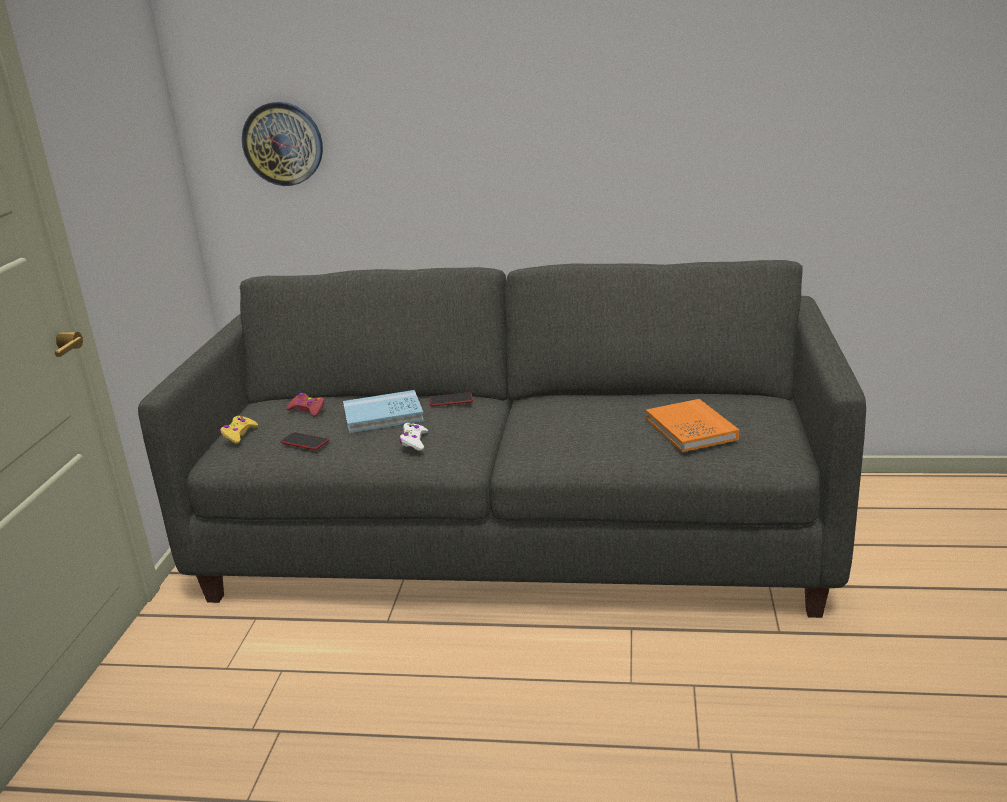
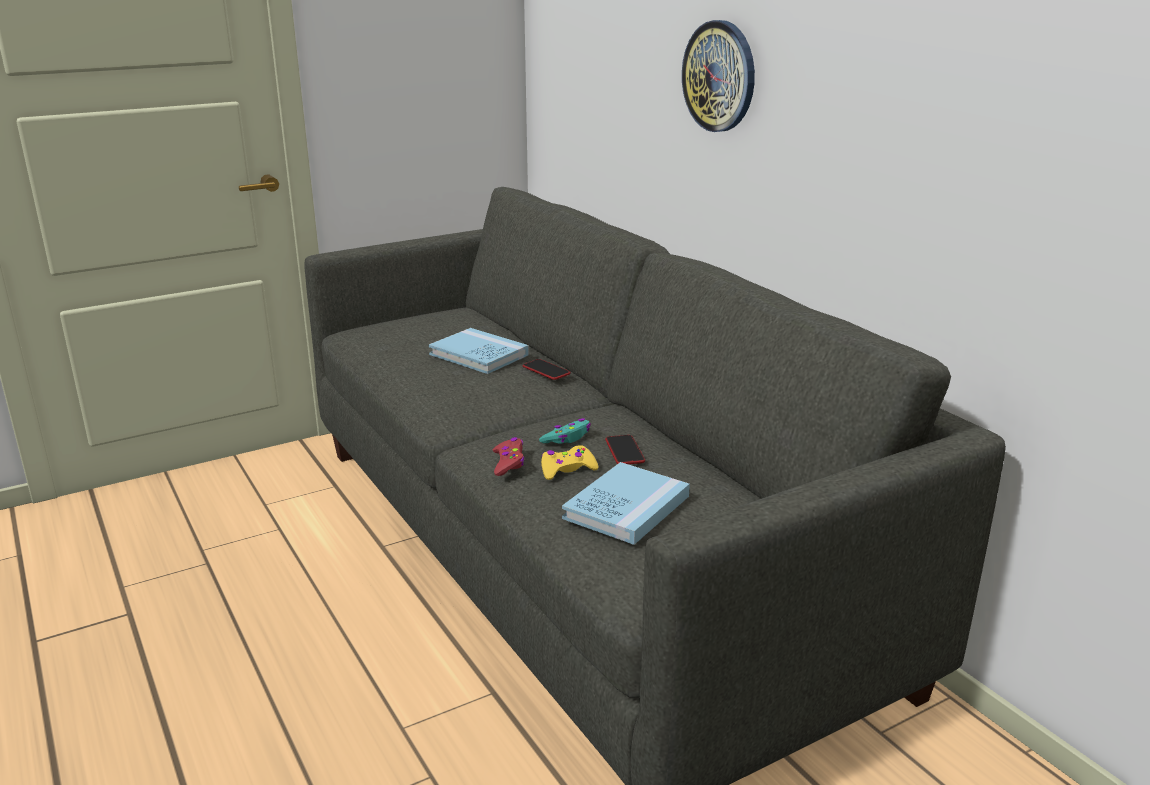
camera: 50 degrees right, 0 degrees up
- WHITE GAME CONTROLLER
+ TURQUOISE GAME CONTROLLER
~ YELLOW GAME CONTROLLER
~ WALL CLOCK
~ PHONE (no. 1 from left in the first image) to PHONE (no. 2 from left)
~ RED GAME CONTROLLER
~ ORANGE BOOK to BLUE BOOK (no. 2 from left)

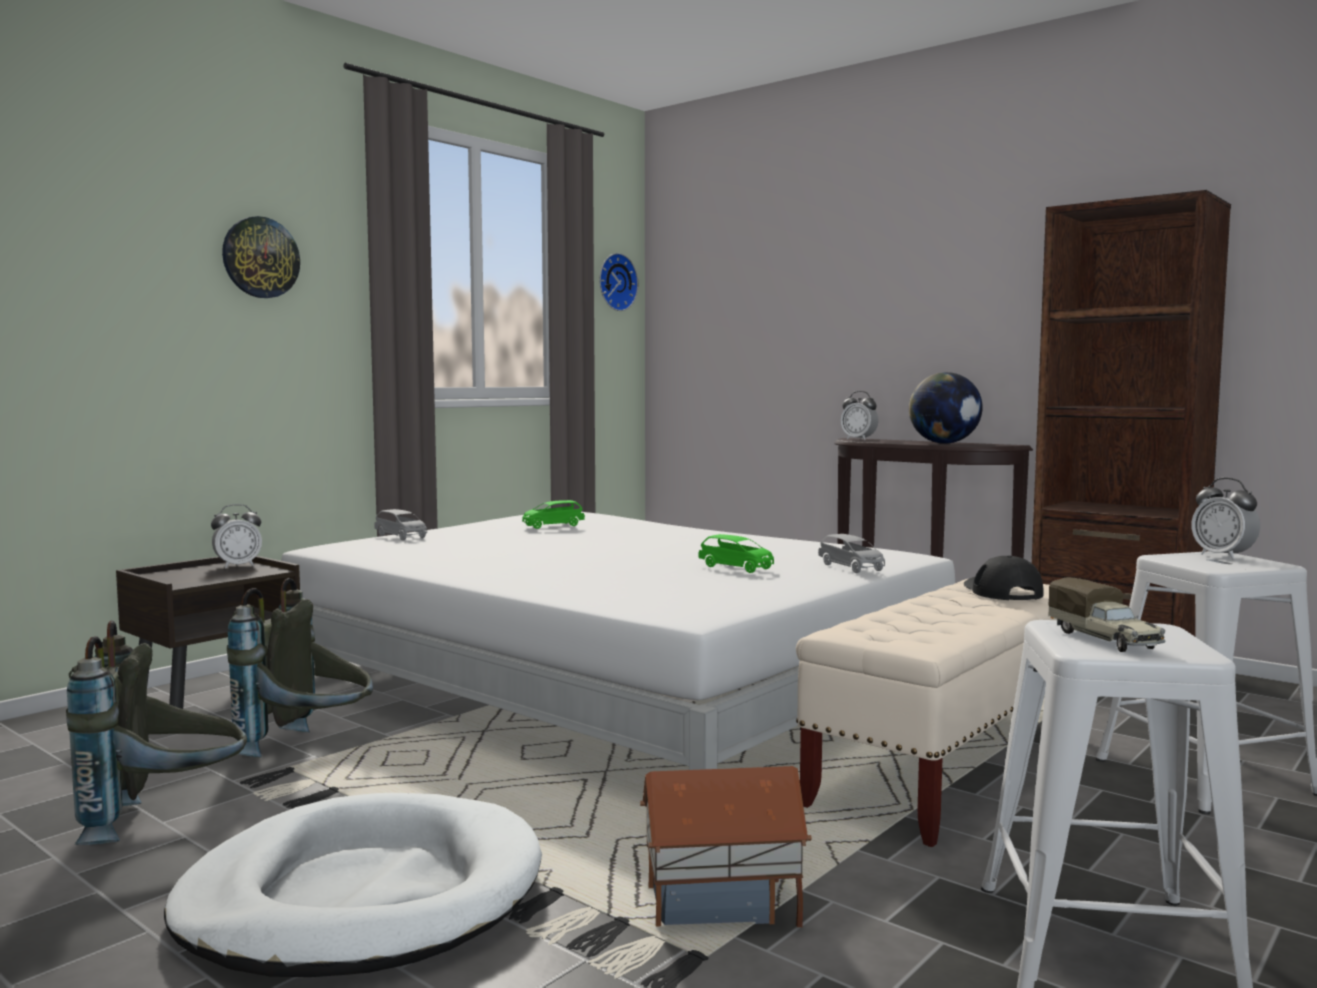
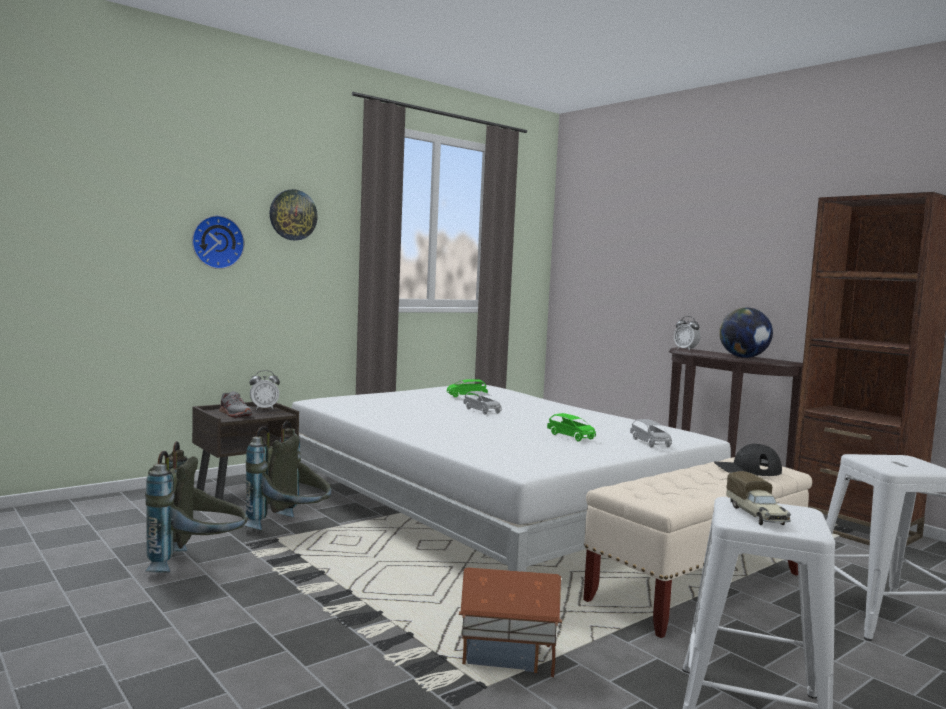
camera: 10 degrees right, 0 degrees up
- WHITE DOG BED
- ALARM CLOCK (no. 3 from left)
+ GREY SHOE
~ GREY TOY CAR (no. 1 from left)
~ WALL CLOCK (no. 2 from left in the first image) to WALL CLOCK (no. 1 from left)
~ BLACK CAP 90 degrees counterclockwise

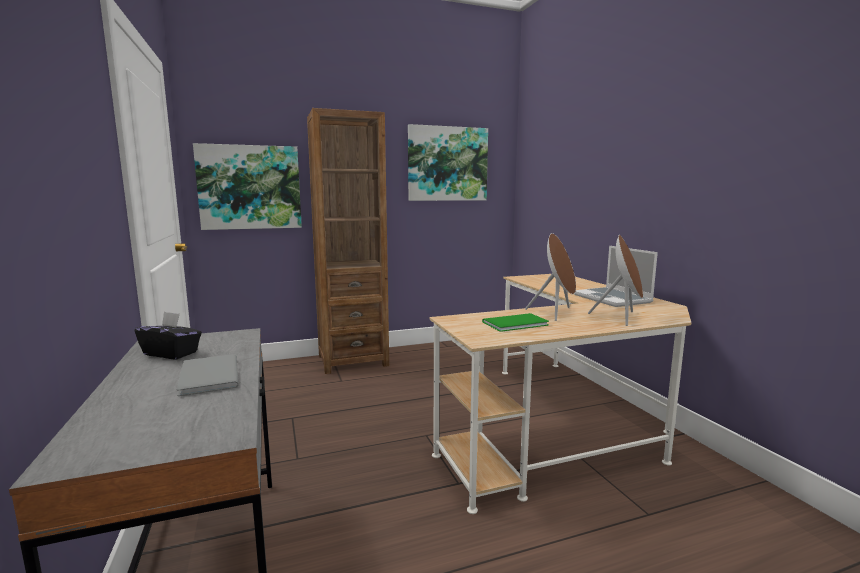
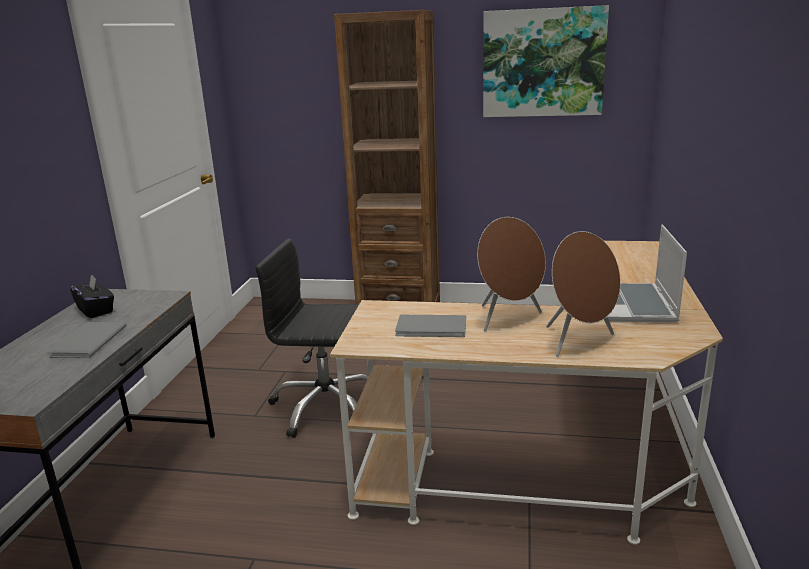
camera: 30 degrees right, 10 degrees up
- PICTURE (no. 1 from left)
+ BLACK OFFICE CHAIR
~ GREEN BOOK to GREY BOOK (no. 2 from left)

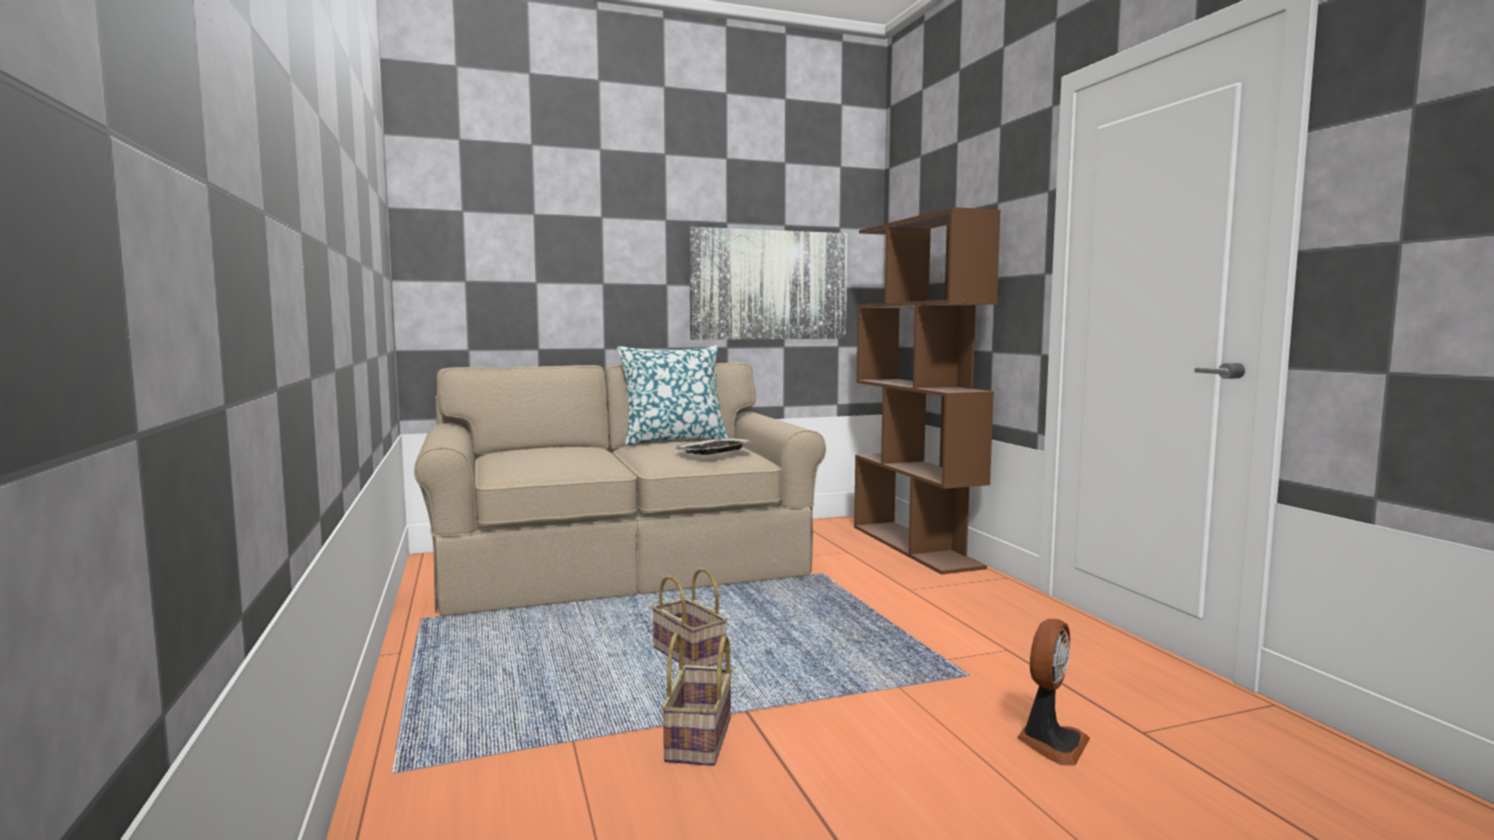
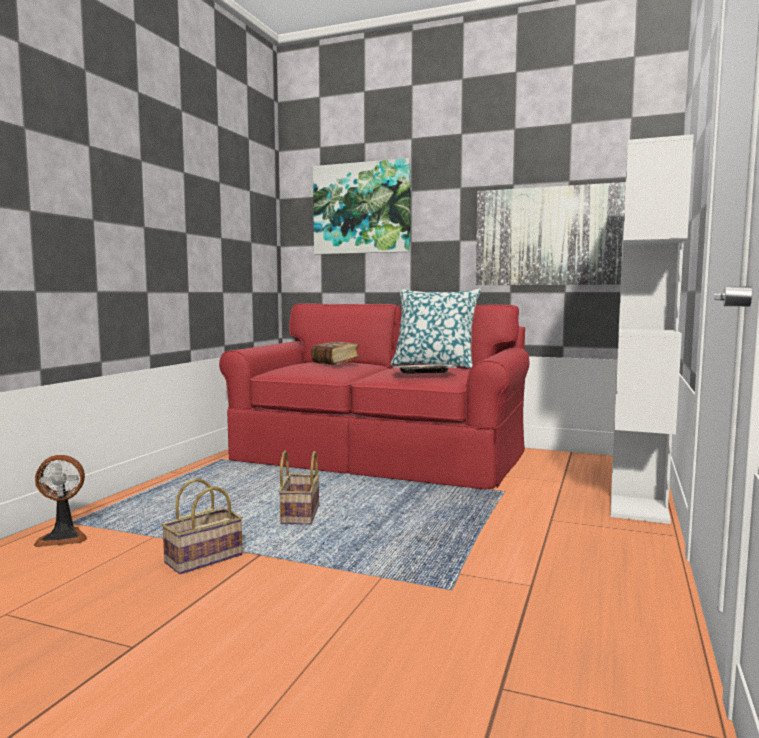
camera: 40 degrees right, 0 degrees up
+ BOOK
+ PICTURE (no. 1 from left)
~ FAN
~ BEIGE SOFA to RED SOFA
~ BROWN BOOKCASE to WHITE BOOKCASE

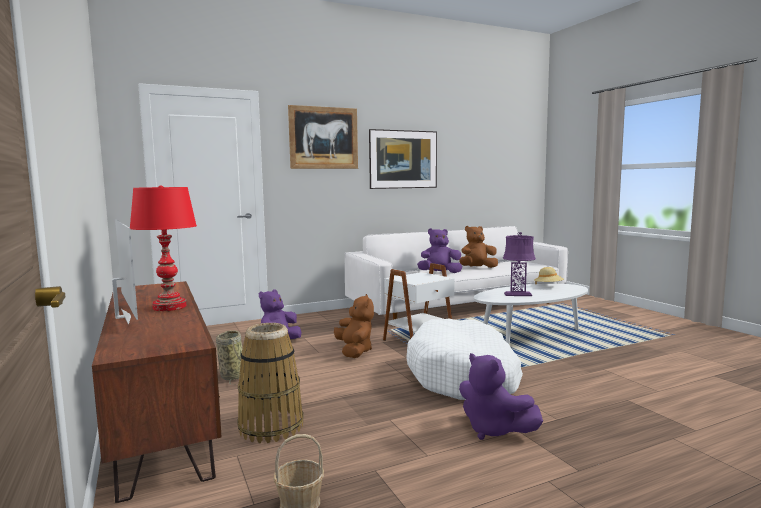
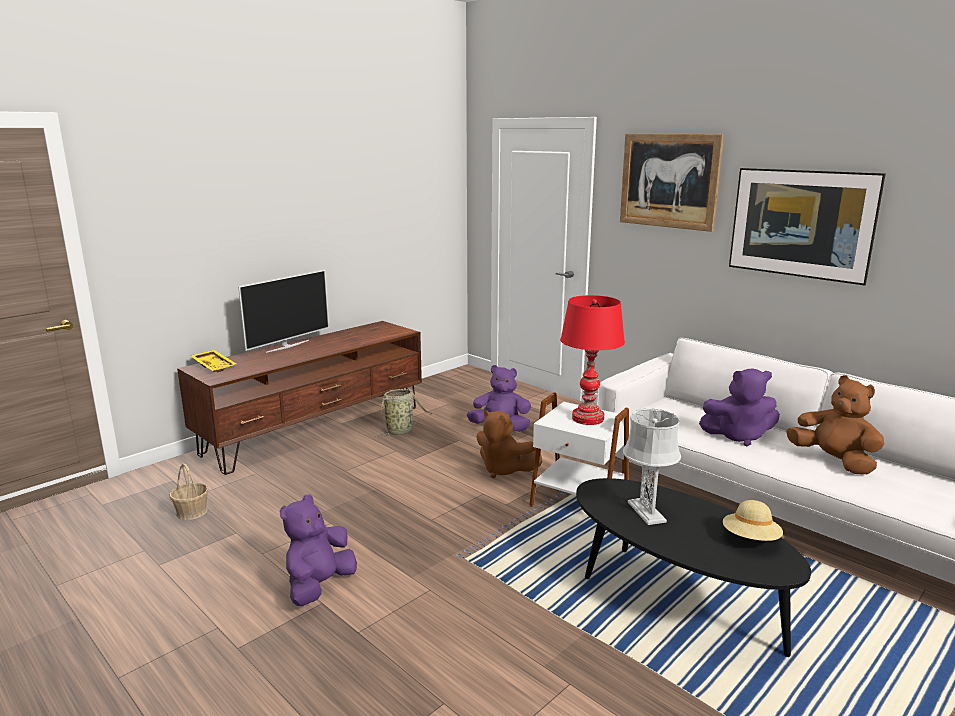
camera: 70 degrees right, 10 degrees up
- BASKET (no. 2 from left)
- WHITE DOG BED
+ YELLOW TRAY
~ RED TABLE LAMP
~ WHITE COFFEE TABLE to BLACK COFFEE TABLE
~ PURPLE TABLE LAMP to GREY TABLE LAMP
~ BROWN PLUSH TOY (no. 1 from left) 75 degrees clockwise
~ PURPLE PLUSH TOY (no. 2 from left in the first image) 120 degrees clockwise

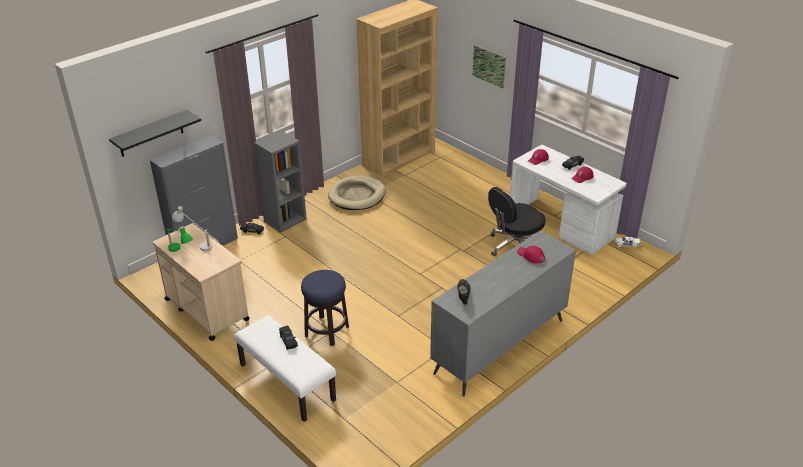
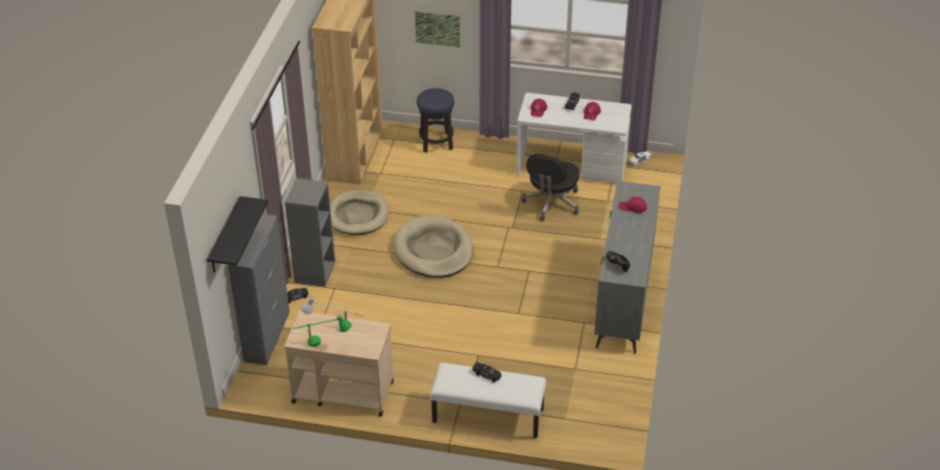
camera: 35 degrees left, 5 degrees up
+ BEIGE DOG BED (no. 2 from left)
~ STOOL

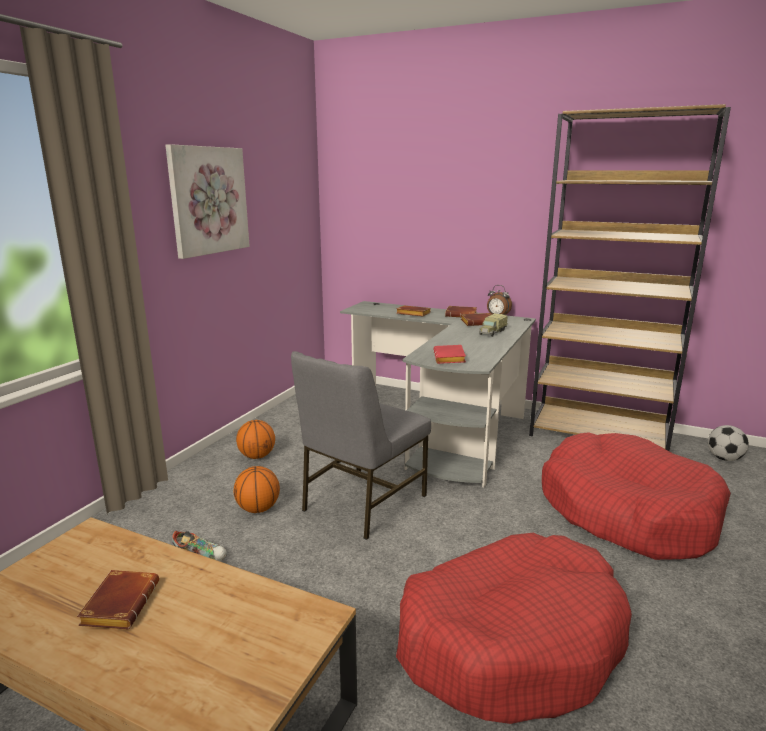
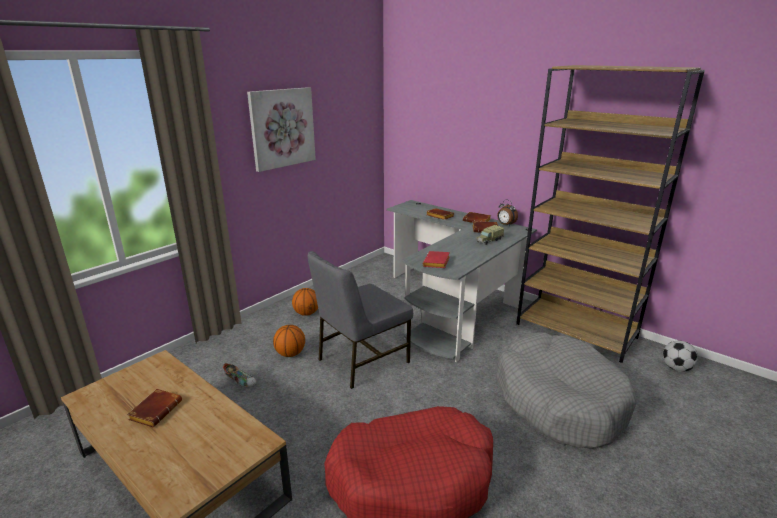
camera: 15 degrees right, 5 degrees up
~ RED DOG BED (no. 2 from left) to GREY DOG BED

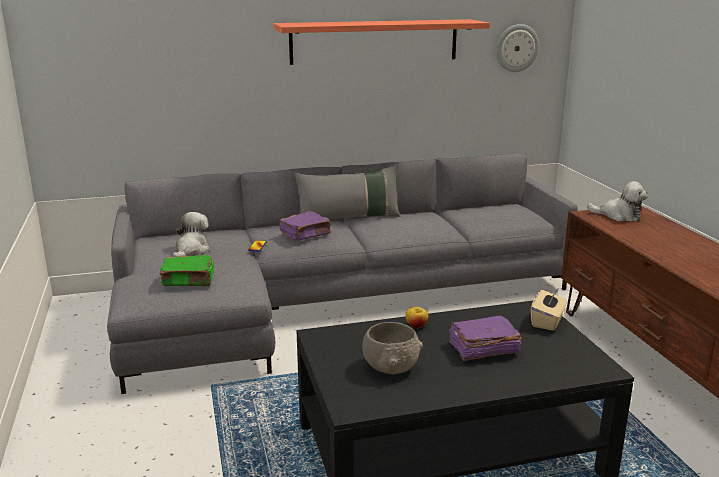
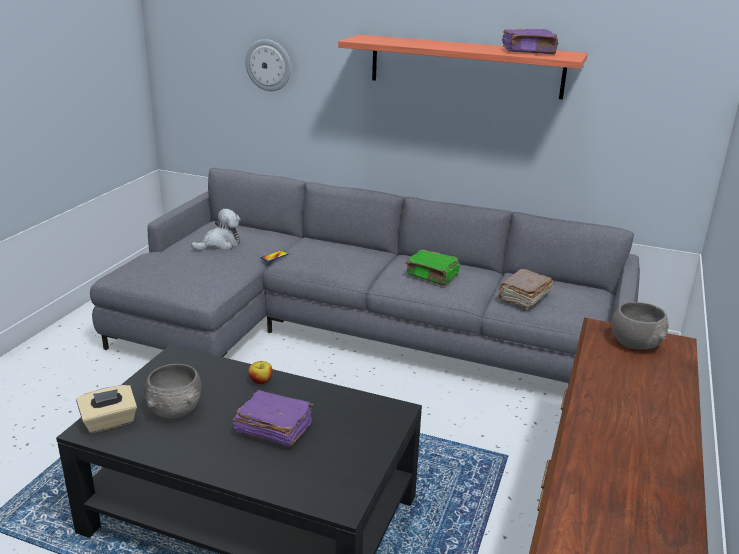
camera: 35 degrees right, 5 degrees up
- GREY PILLOW
+ BROWN BOOK
~ GREEN BOOK
~ PURPLE BOOK (no. 1 from left in the first image) to PURPLE BOOK (no. 2 from left)
~ WALL CLOCK
~ BEIGE TISSUE BOX
~ PLUSH TOY (no. 2 from left) to GREY BOWL (no. 2 from left)

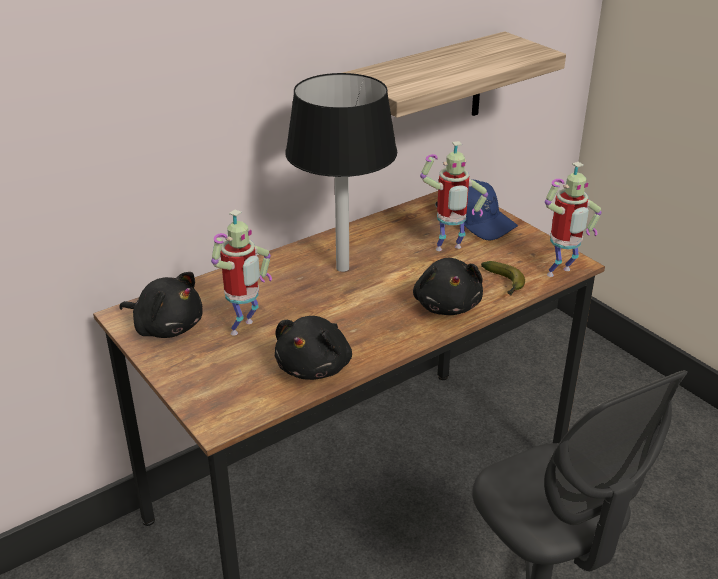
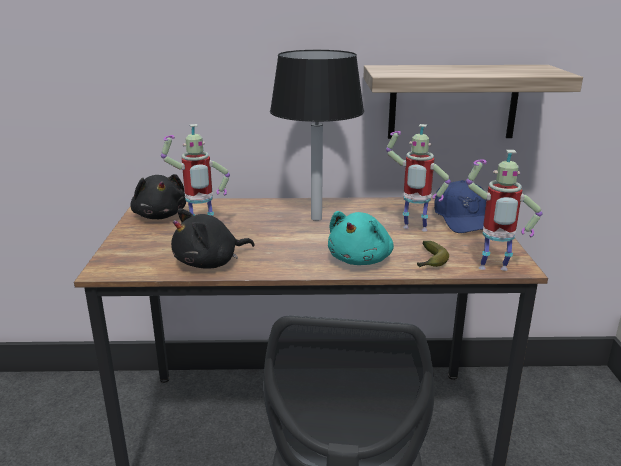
camera: 35 degrees right, 10 degrees down
~ BLACK PLUSH TOY (no. 3 from left) to TURQUOISE PLUSH TOY

